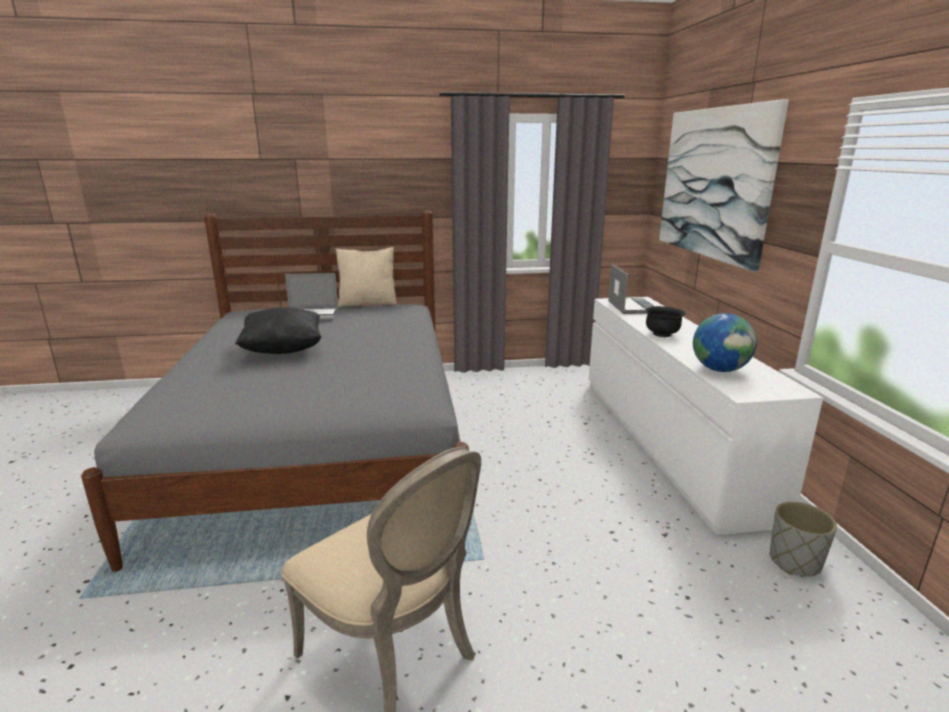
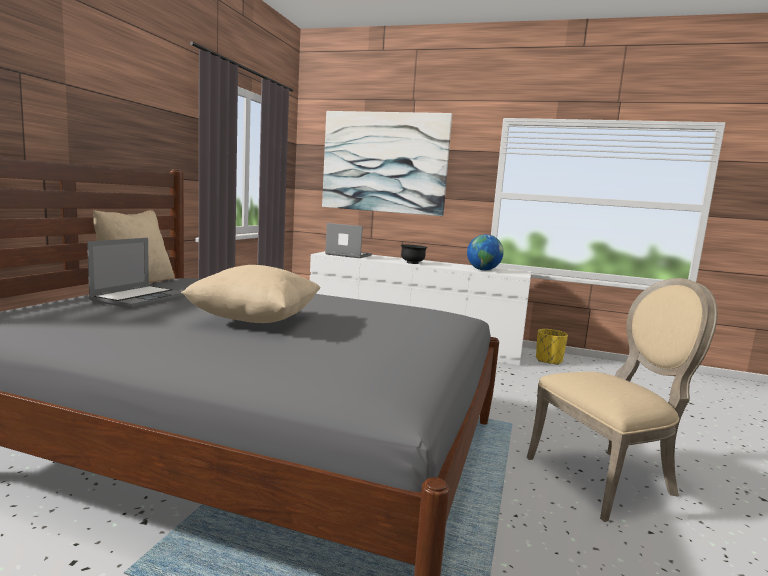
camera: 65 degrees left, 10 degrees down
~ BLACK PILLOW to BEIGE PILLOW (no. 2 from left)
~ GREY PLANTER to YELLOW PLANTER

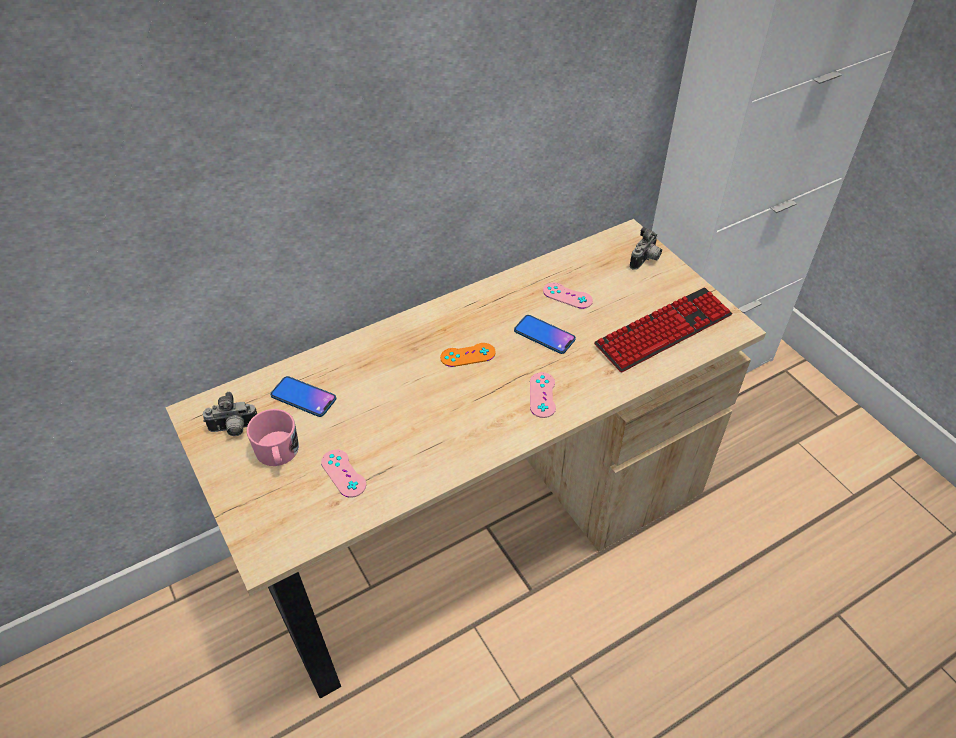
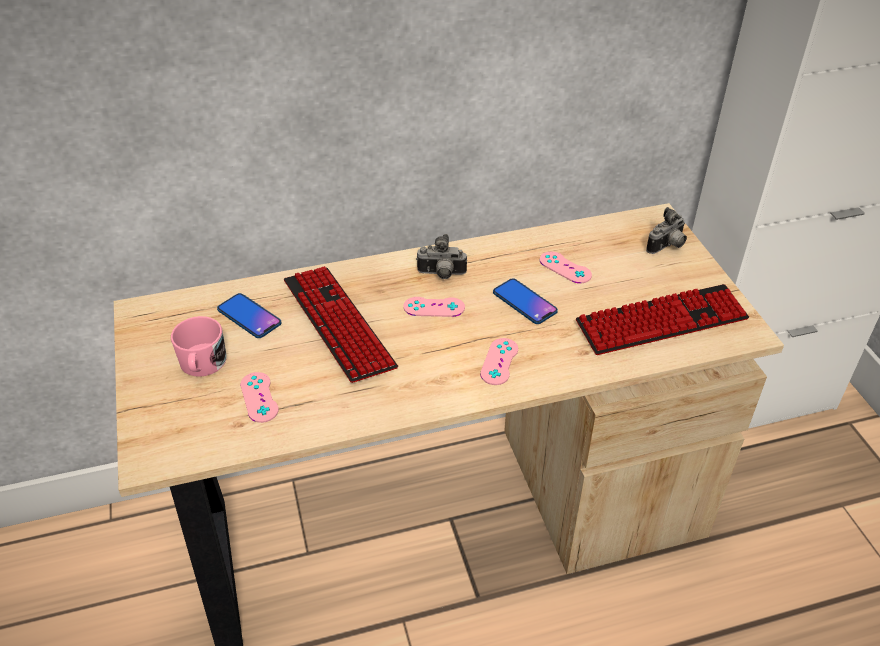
camera: 15 degrees right, 5 degrees down
+ KEYBOARD (no. 1 from left)
~ PHOTO CAMERA (no. 1 from left)
~ ORANGE GAME CONTROLLER to PINK GAME CONTROLLER (no. 2 from left)

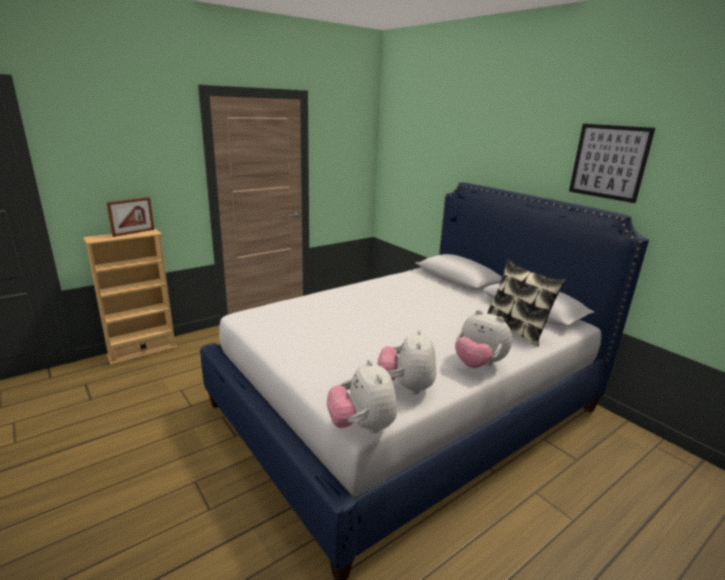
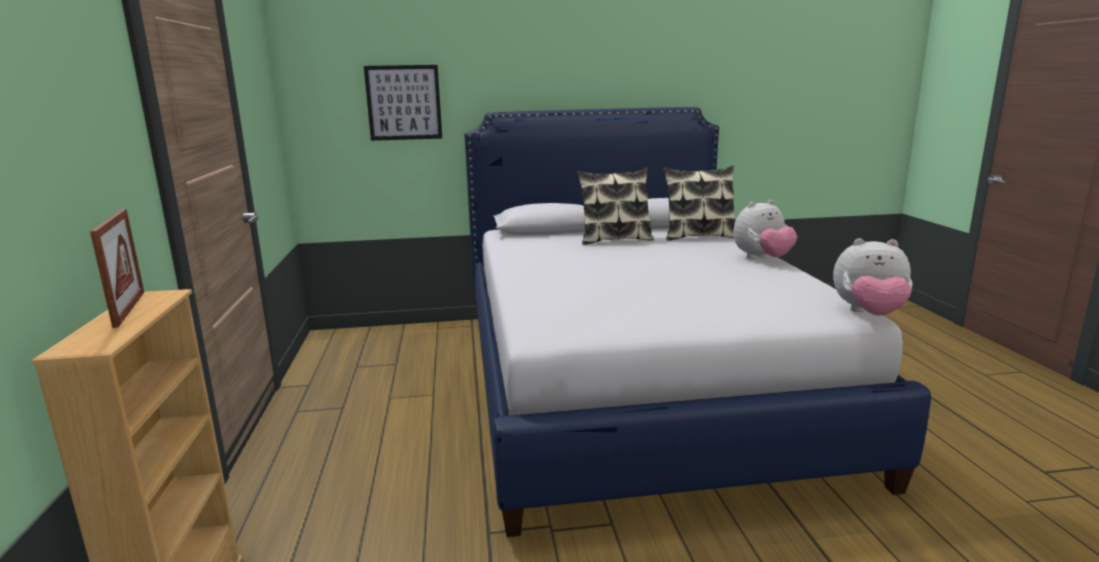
camera: 60 degrees left, 5 degrees down
- PLUSH TOY (no. 2 from left)
+ PILLOW (no. 1 from left)
~ PICTURE

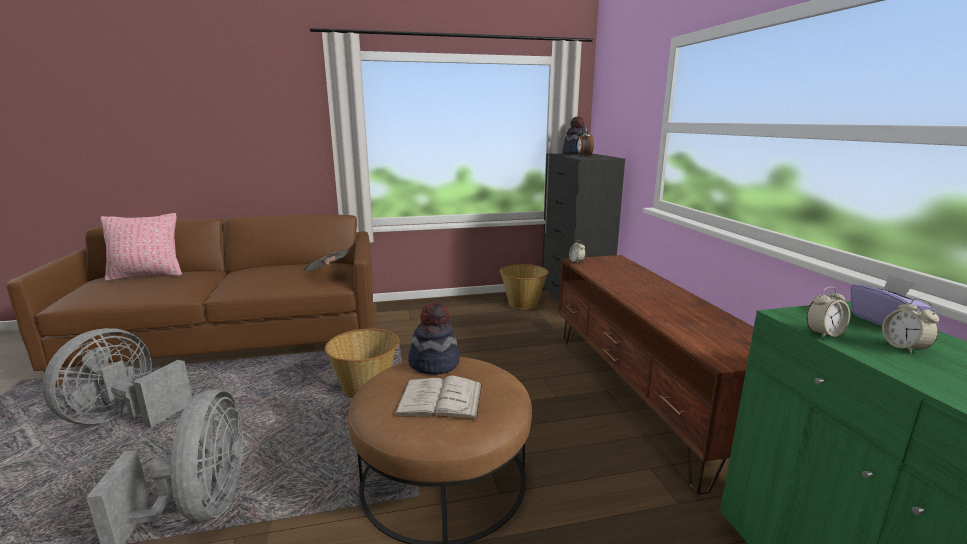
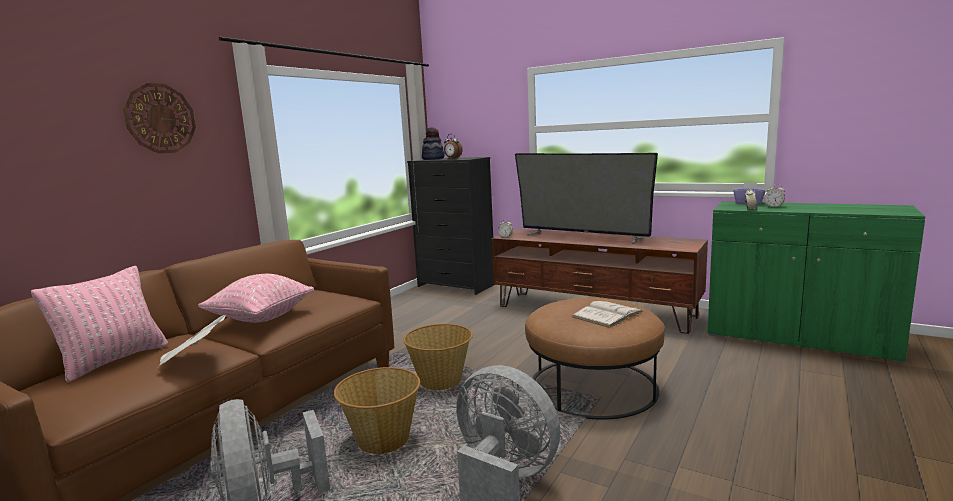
camera: 45 degrees left, 5 degrees down
- HAT (no. 1 from left)
+ WALL CLOCK
+ PINK PILLOW (no. 2 from left)
+ TELEVISION
~ NEWSPAPER
~ BASKET (no. 2 from left in the first image) to BASKET (no. 1 from left)

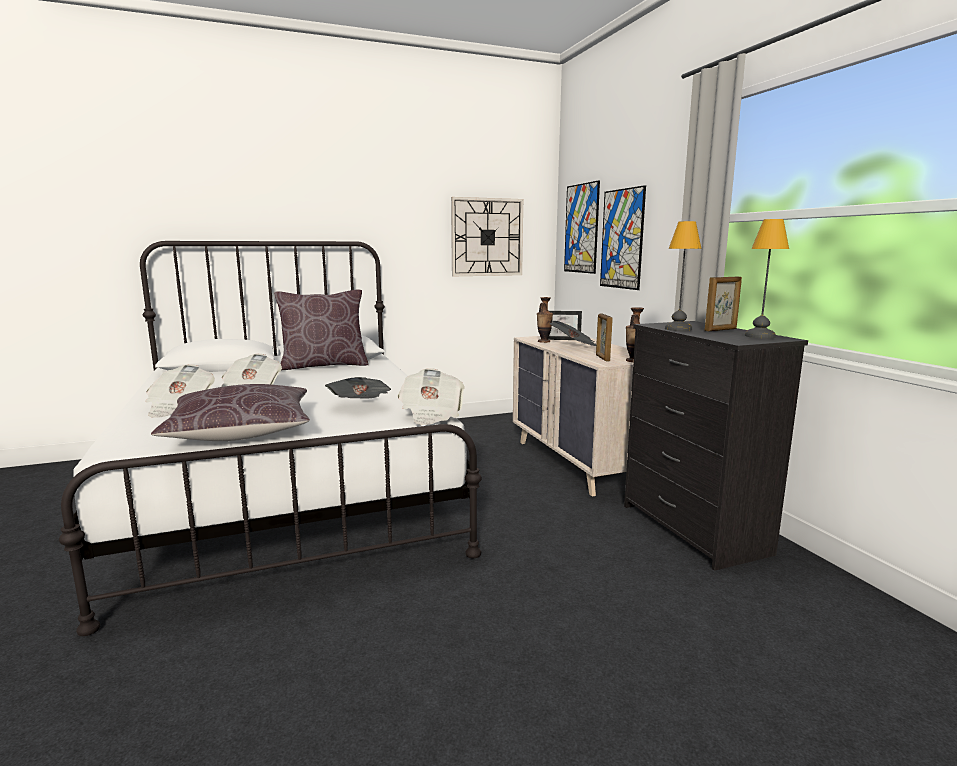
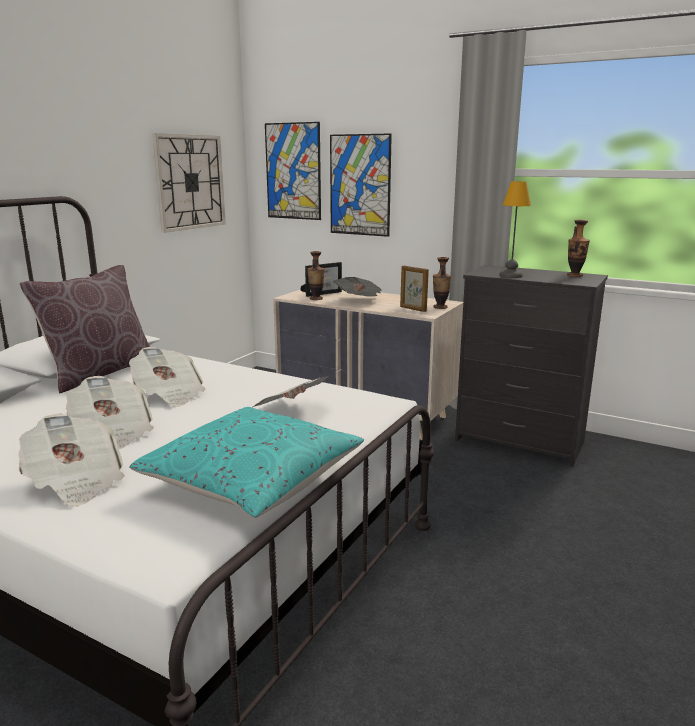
camera: 40 degrees left, 5 degrees up
- PICTURE FRAME (no. 3 from left)
~ NEWSPAPER (no. 4 from left in the first image) to NEWSPAPER (no. 3 from left)
~ TABLE LAMP (no. 2 from left) to VASE (no. 3 from left)
~ BROWN PILLOW (no. 1 from left) to TURQUOISE PILLOW

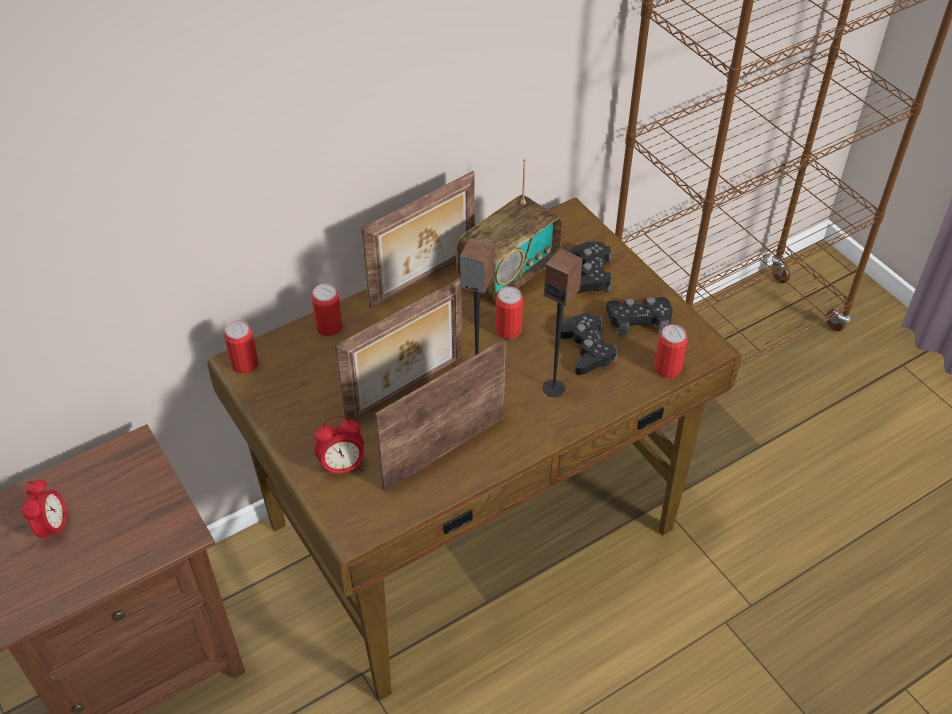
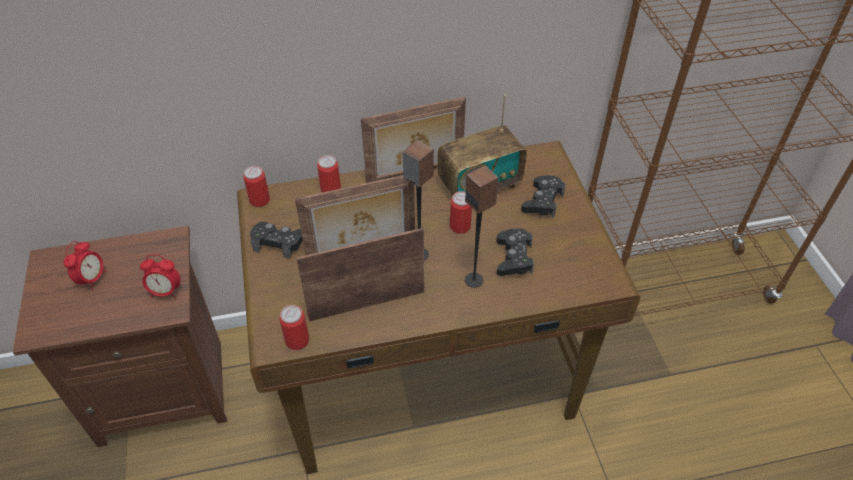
camera: 20 degrees right, 0 degrees up
~ ALARM CLOCK (no. 2 from left)
~ BLACK GAME CONTROLLER (no. 3 from left in the first image) to BLACK GAME CONTROLLER (no. 1 from left)
~ CAN (no. 4 from left in the first image) to CAN (no. 2 from left)

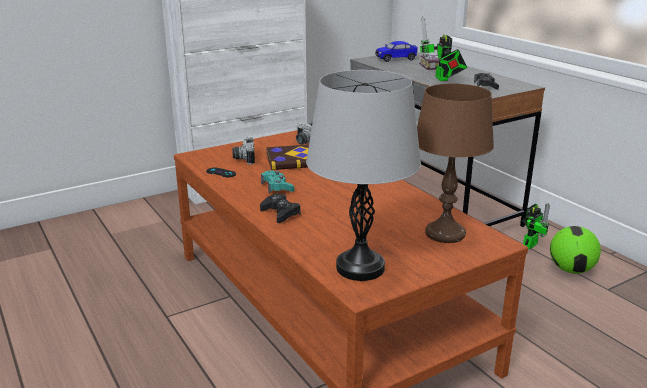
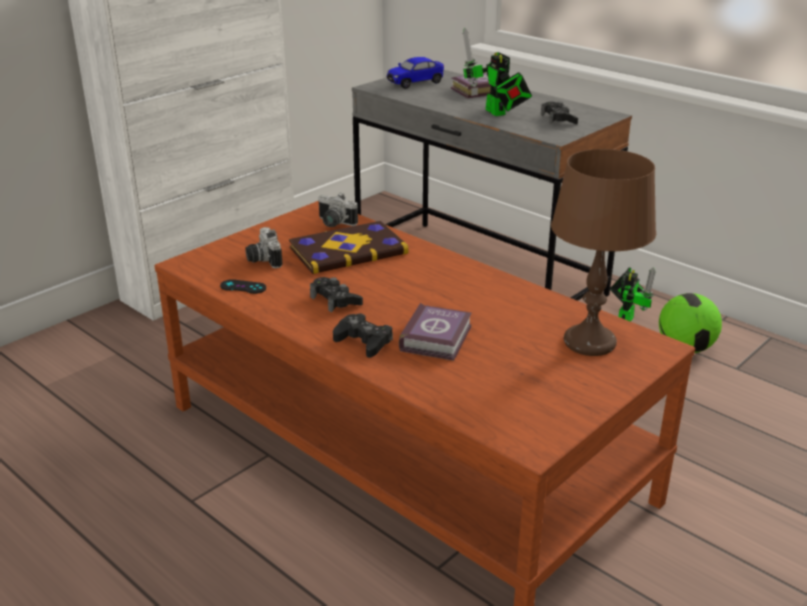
camera: 15 degrees left, 5 degrees up
- GREY TABLE LAMP
+ BOOK (no. 2 from left)
~ TURQUOISE GAME CONTROLLER to BLACK GAME CONTROLLER (no. 2 from left)

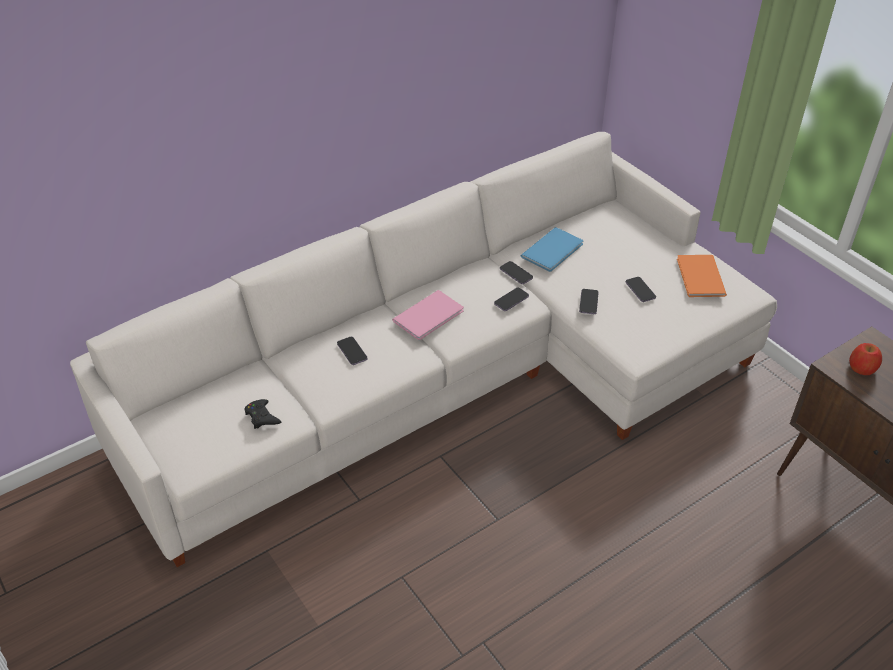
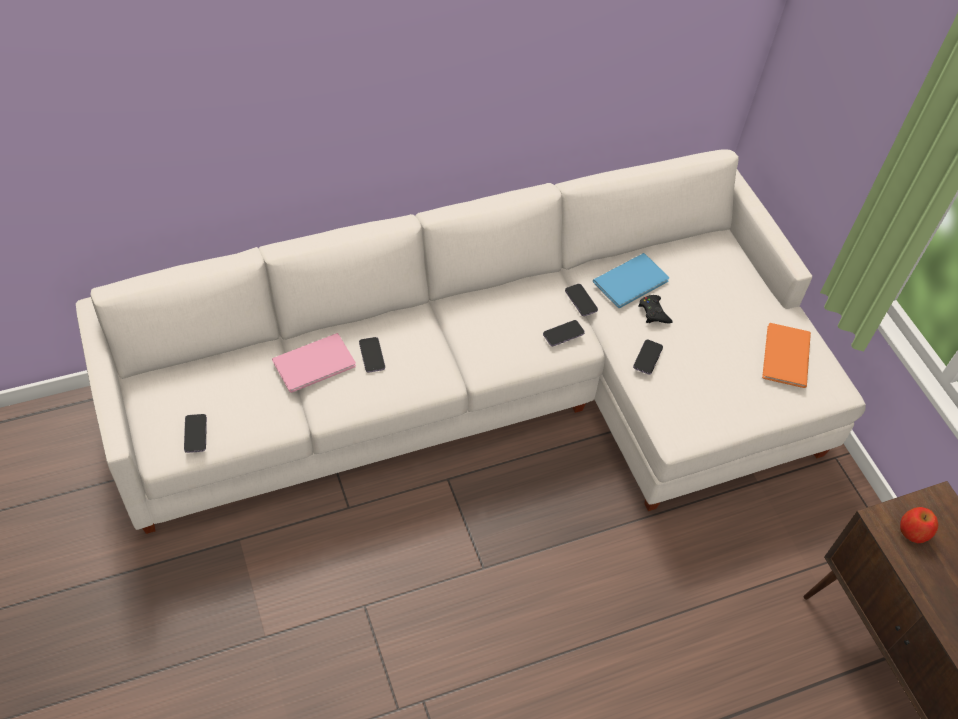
camera: 10 degrees right, 10 degrees up
~ BLACK GAME CONTROLLER
~ PINK BOOK
~ PHONE (no. 5 from left in the first image) to PHONE (no. 1 from left)

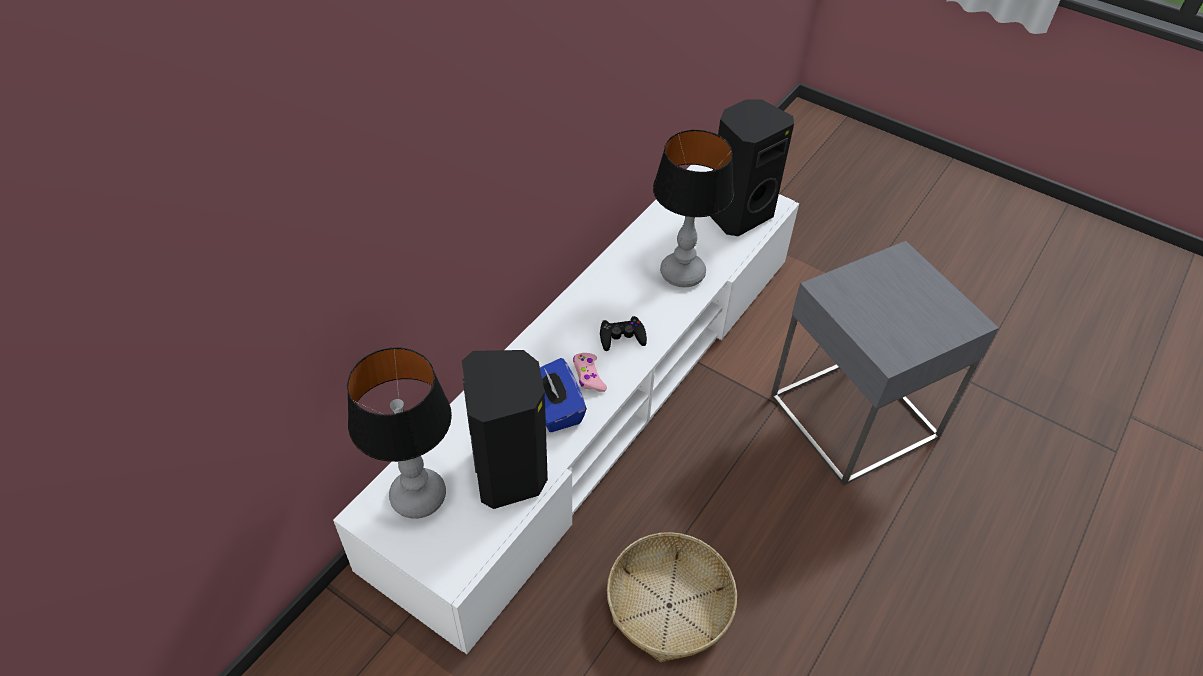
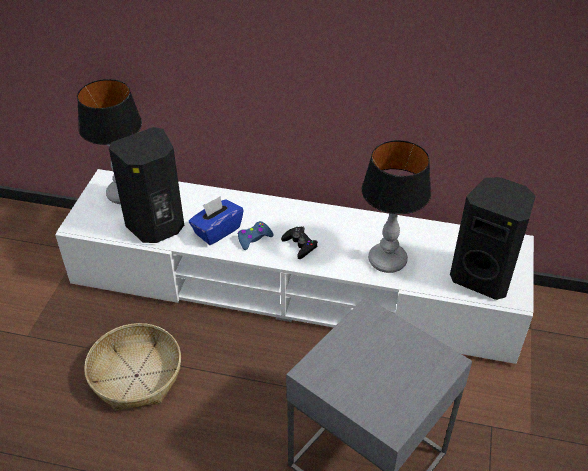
camera: 70 degrees right, 5 degrees down
~ PINK GAME CONTROLLER to BLUE GAME CONTROLLER

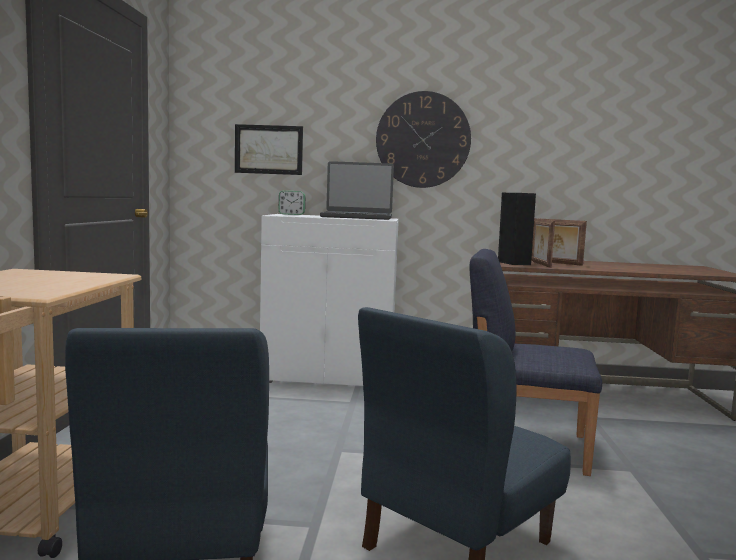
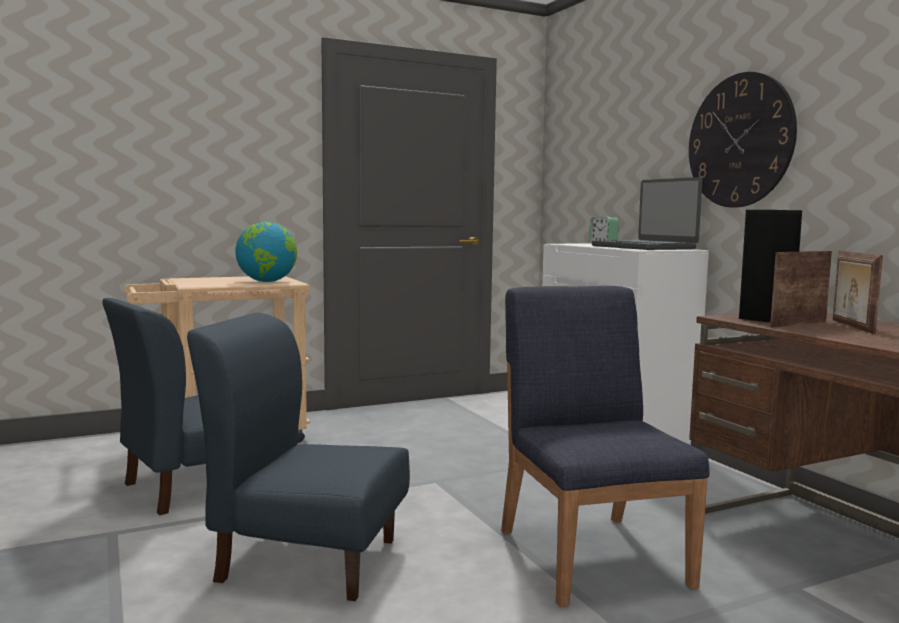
camera: 60 degrees right, 0 degrees up
- PICTURE
+ GLOBE

